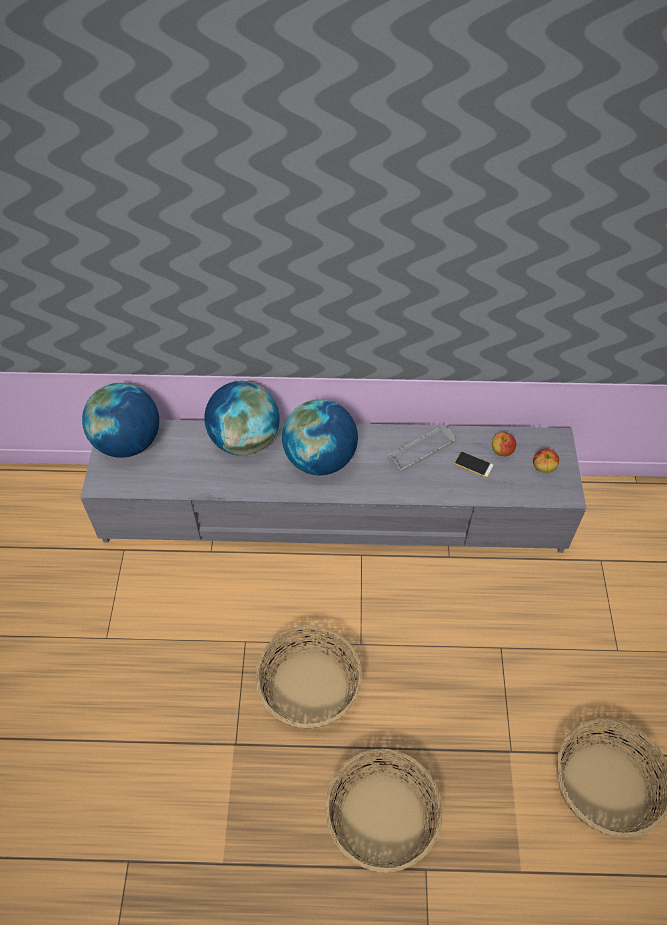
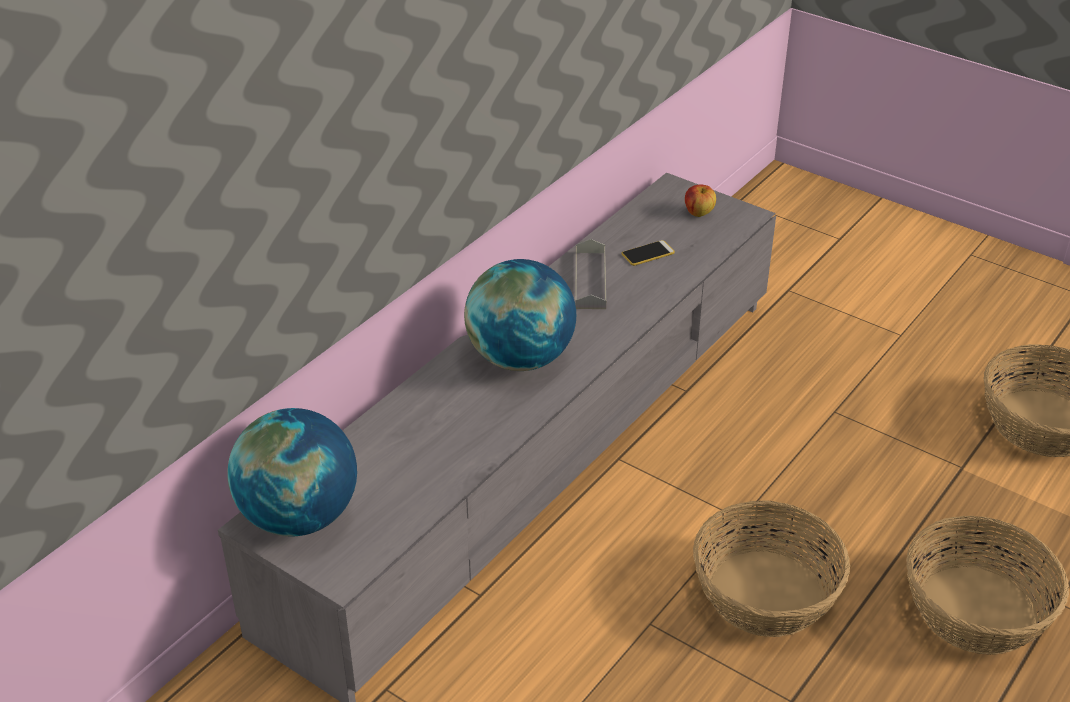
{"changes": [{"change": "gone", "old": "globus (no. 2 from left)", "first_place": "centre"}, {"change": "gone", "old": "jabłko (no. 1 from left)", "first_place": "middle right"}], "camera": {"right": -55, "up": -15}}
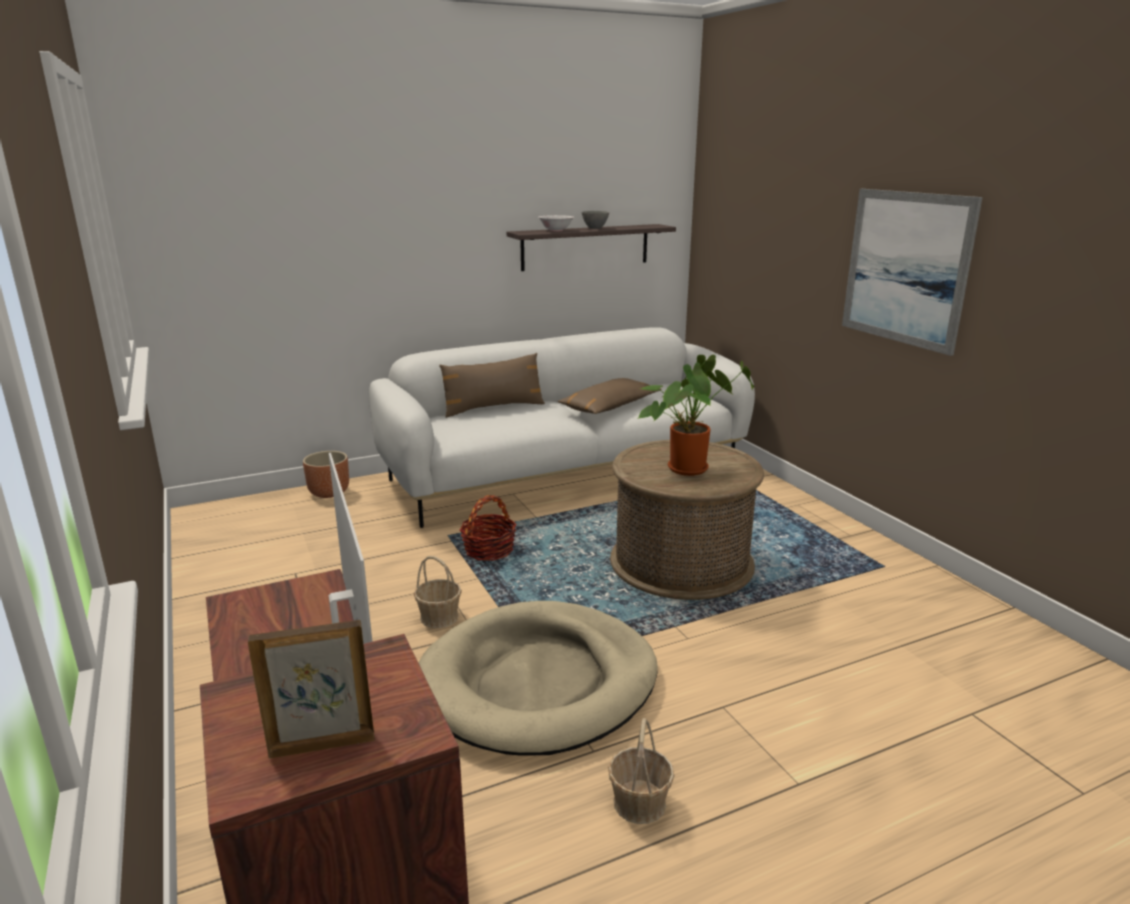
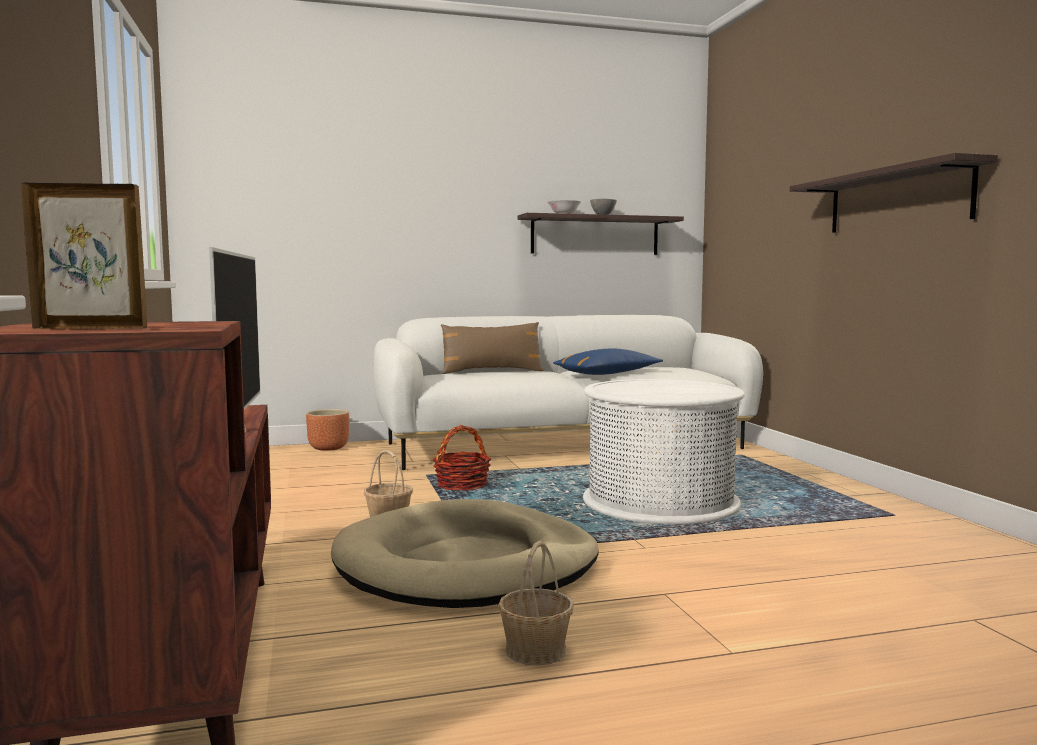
{"changes": [{"change": "repainted", "old": "poduszka [brązowy] (no. 2 from left)", "new": "poduszka [niebieski]", "first_place": "centre", "second_place": "centre"}, {"change": "repainted", "old": "ława [brązowy]", "new": "ława [biały]", "first_place": "centre", "second_place": "centre"}, {"change": "swapped", "old": "obraz", "new": "półka (no. 2 from left)", "first_place": "top right", "second_place": "top right"}, {"change": "gone", "old": "roślina doniczkowa", "first_place": "centre"}], "camera": {"right": 10, "up": -15}}
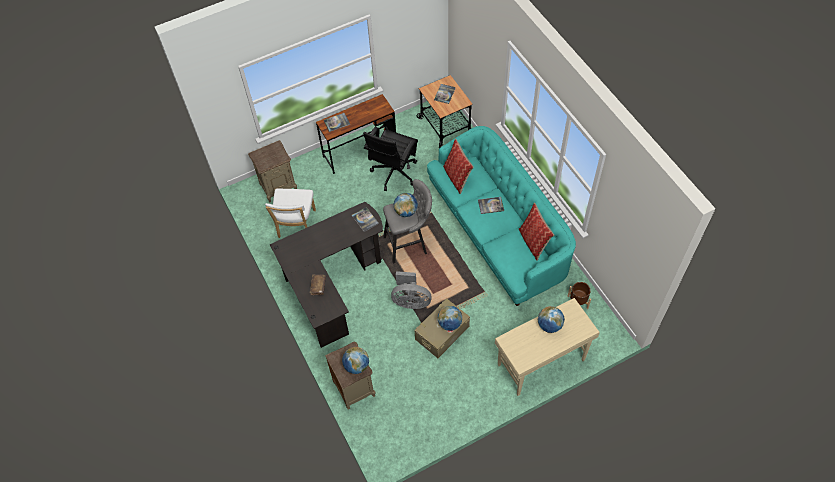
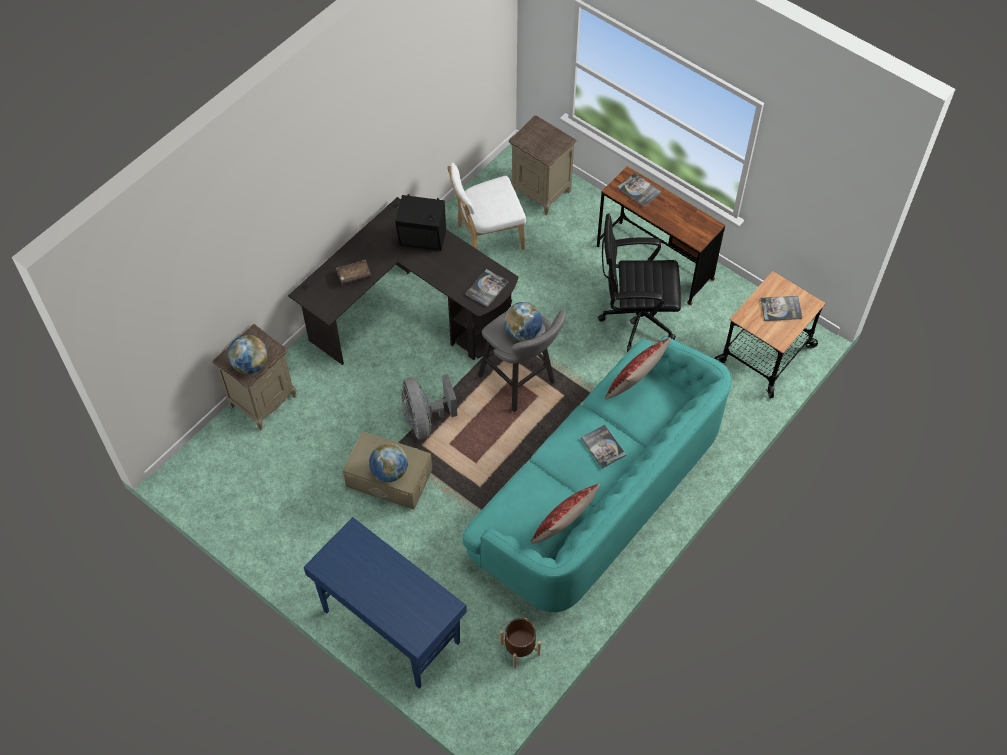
{"changes": [{"change": "repainted", "old": "stolik konsolowy [beżowy]", "new": "stolik konsolowy [niebieski]", "first_place": "bottom centre", "second_place": "bottom centre"}, {"change": "new", "new": "głośnik [czarny]", "second_place": "top centre"}, {"change": "gone", "old": "globus (no. 4 from left)", "first_place": "centre"}], "camera": {"right": 65, "up": 0}}
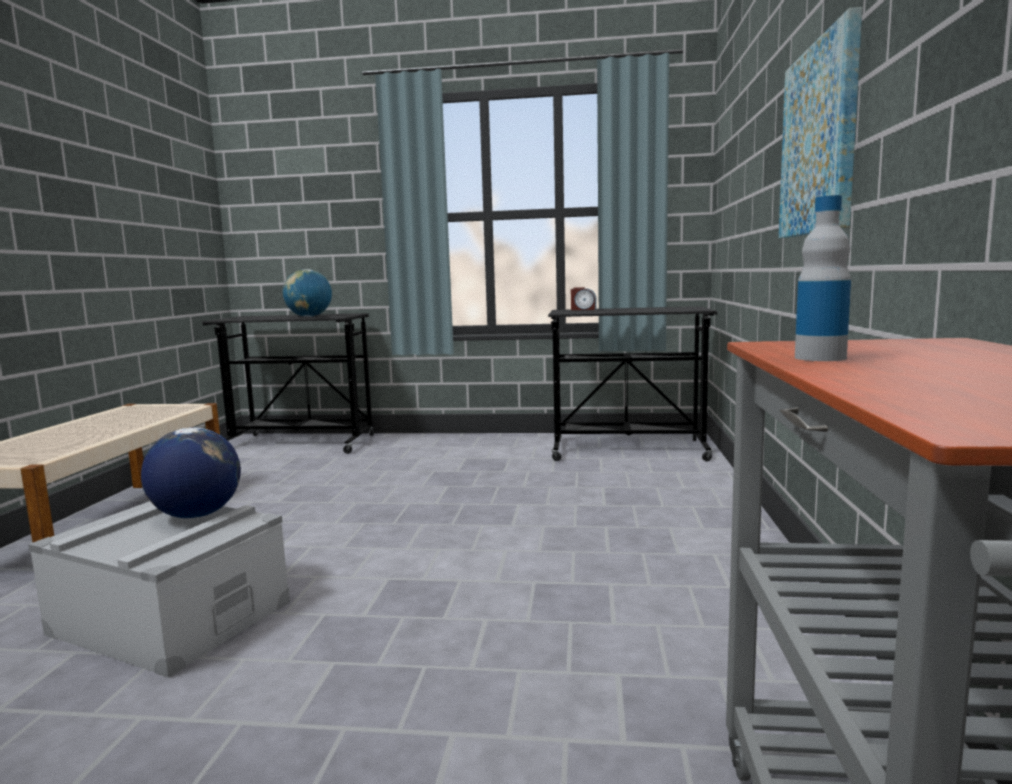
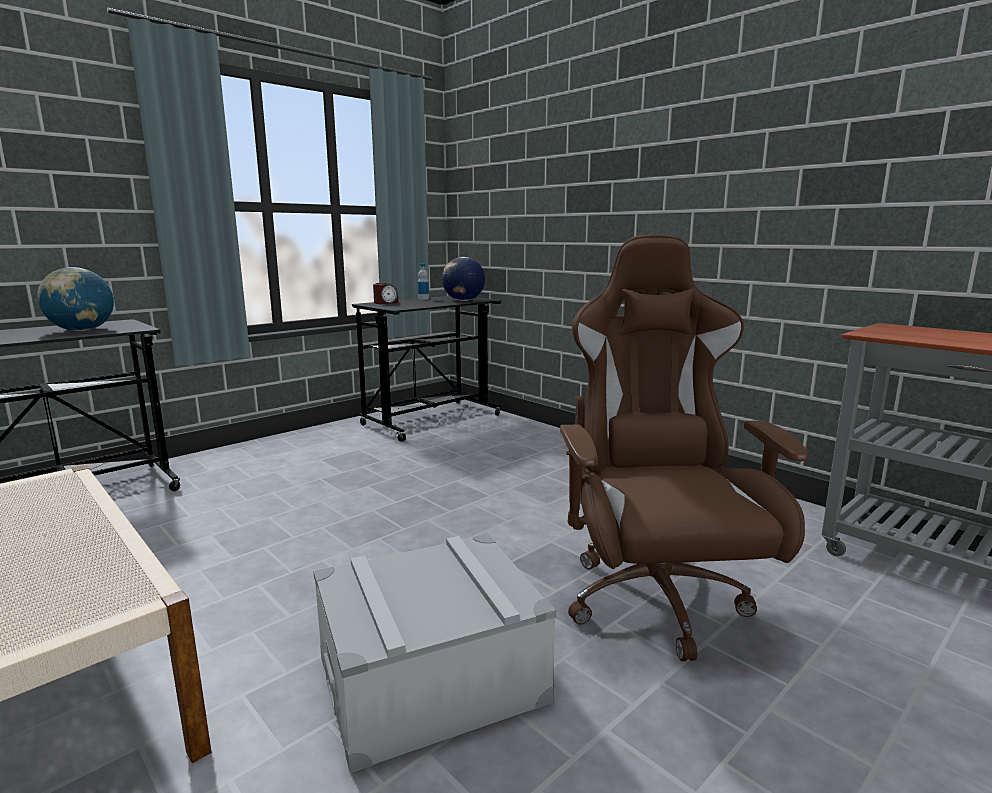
{"changes": [{"change": "shifted", "old": "butelka", "first_place": "middle right", "second_place": "centre"}, {"change": "shifted", "old": "globus (no. 1 from left in the first image)", "new": "globus (no. 2 from left)", "first_place": "middle left", "second_place": "centre"}, {"change": "new", "new": "krzesło biurowe [brązowy]", "second_place": "middle right"}, {"change": "gone", "old": "obraz", "first_place": "top right"}], "camera": {"right": -50, "up": 5}}
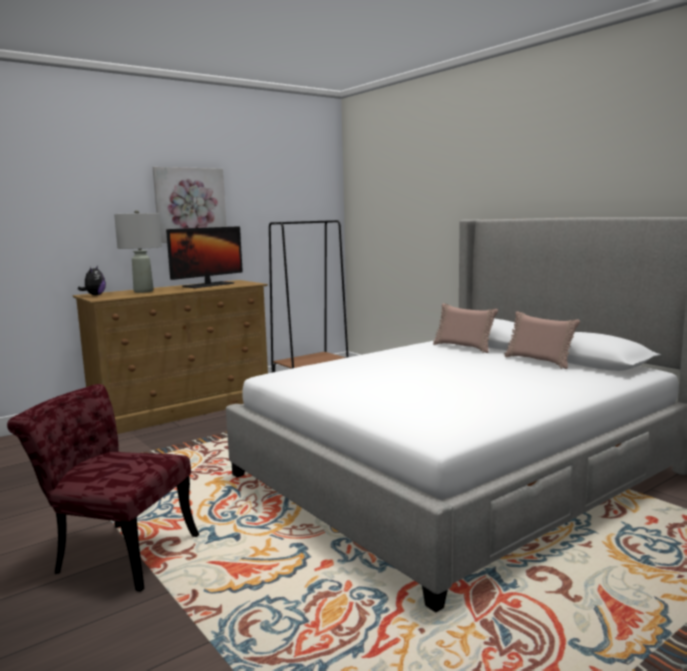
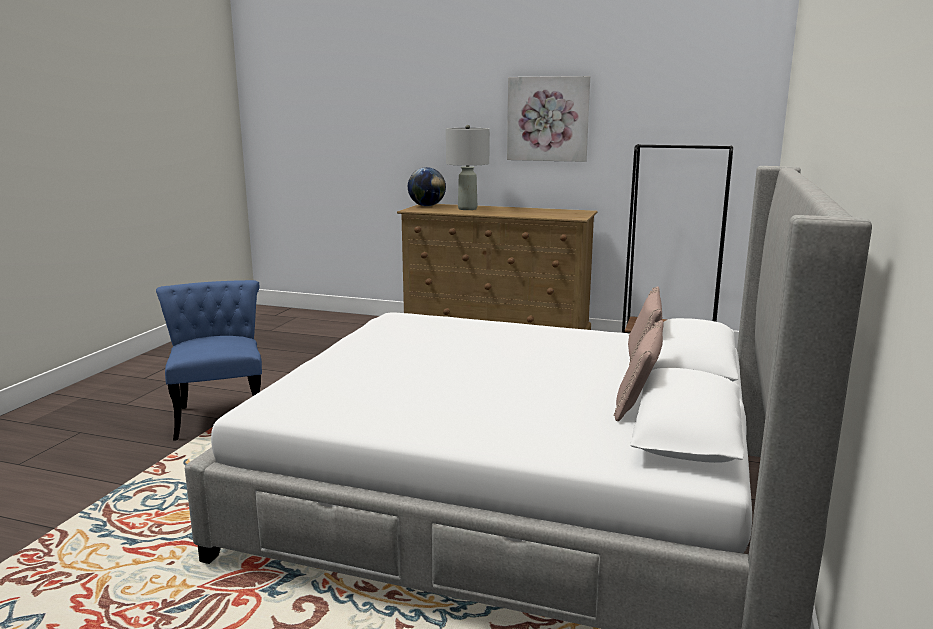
{"changes": [{"change": "repainted", "old": "krzesło [czerwony]", "new": "krzesło [niebieski]", "first_place": "bottom left", "second_place": "middle left"}, {"change": "swapped", "old": "pluszak", "new": "globus", "first_place": "middle left", "second_place": "top centre"}, {"change": "gone", "old": "monitor", "first_place": "middle left"}], "camera": {"right": 55, "up": 5}}
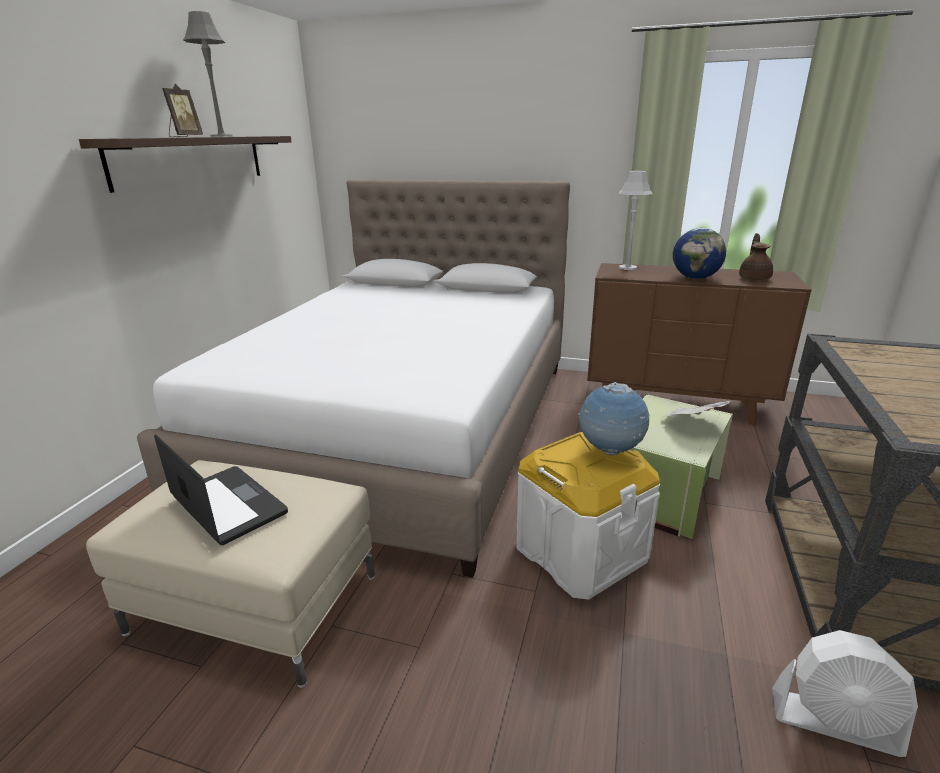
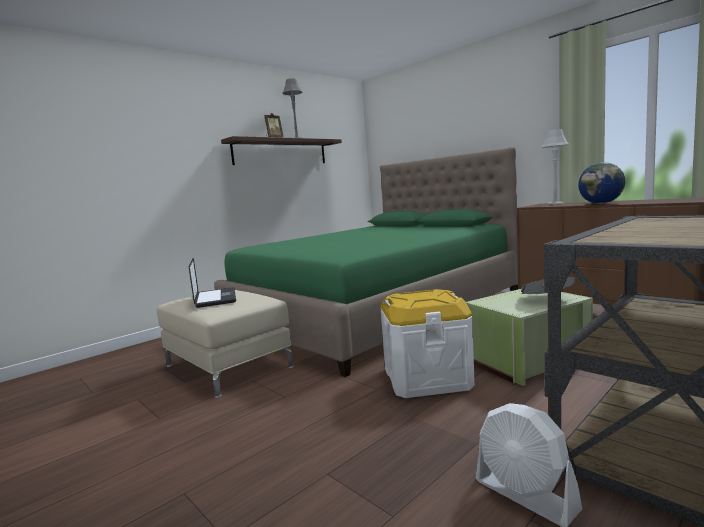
{"changes": [{"change": "repainted", "old": "łóżko [biały]", "new": "łóżko [zielony]", "first_place": "centre", "second_place": "centre"}, {"change": "gone", "old": "globus (no. 1 from left)", "first_place": "centre"}, {"change": "gone", "old": "imbryk [brązowy]", "first_place": "top right"}], "camera": {"right": 30, "up": -15}}
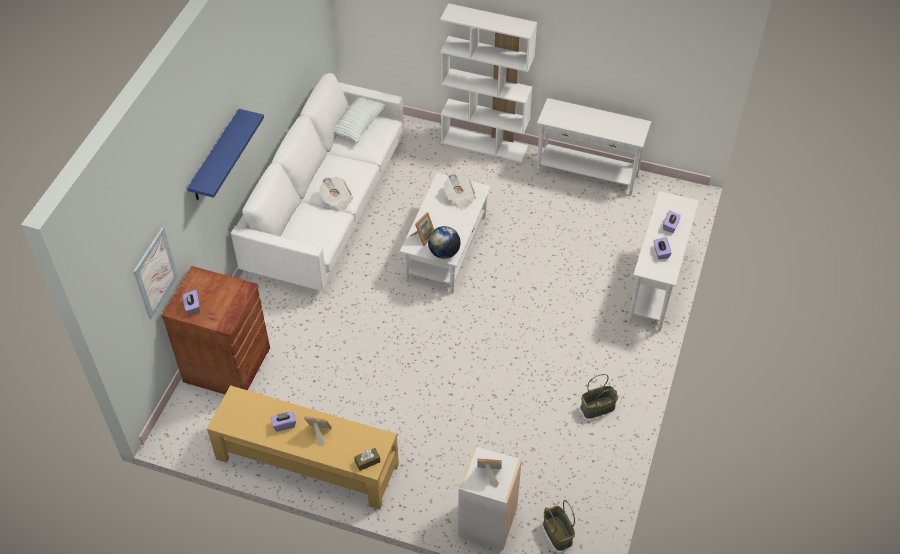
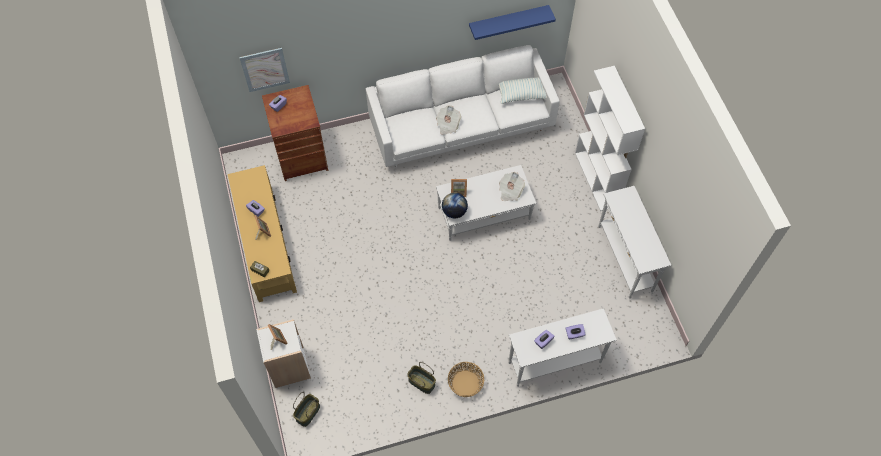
{"changes": [{"change": "new", "new": "koszyk (no. 3 from left)", "second_place": "bottom centre"}, {"change": "shifted", "old": "półka [niebieski]", "first_place": "top left", "second_place": "top centre"}], "camera": {"right": 55, "up": 10}}
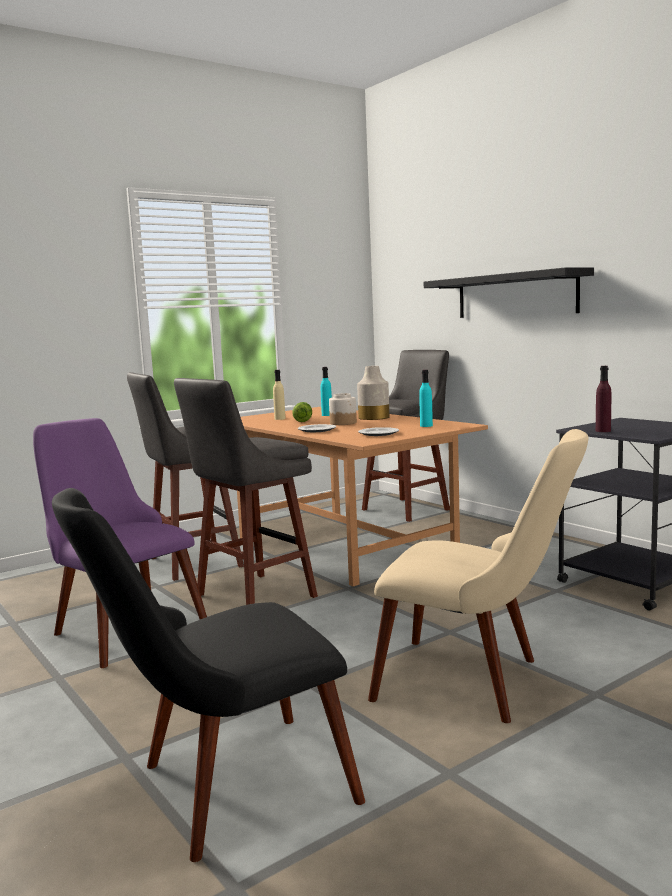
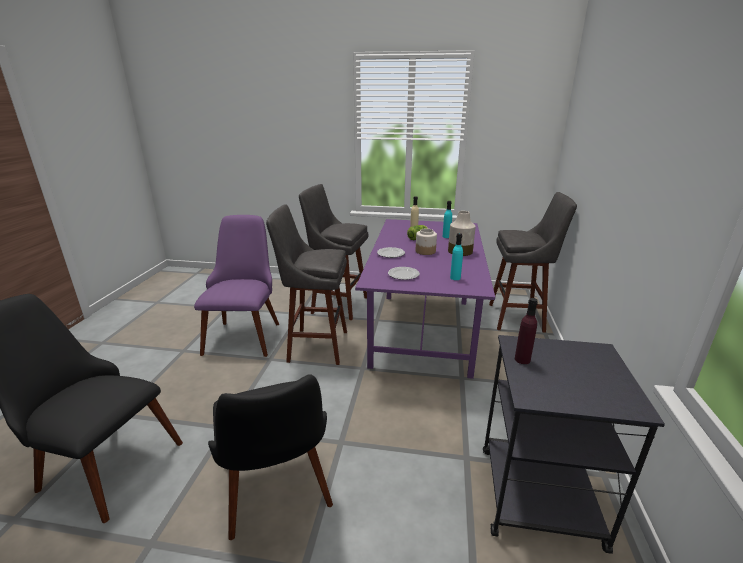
{"changes": [{"change": "repainted", "old": "krzesło [beżowy]", "new": "krzesło [czarny] (no. 2 from left)", "first_place": "middle right", "second_place": "bottom centre"}, {"change": "repainted", "old": "stół jadalny [brązowy]", "new": "stół jadalny [fioletowy]", "first_place": "centre", "second_place": "centre"}, {"change": "gone", "old": "półka [czarny]", "first_place": "top right"}], "camera": {"right": 45, "up": 15}}
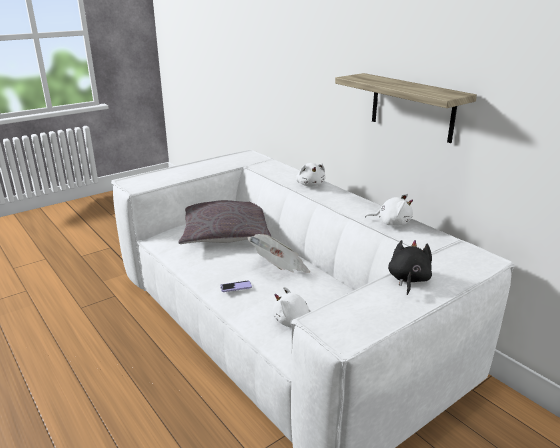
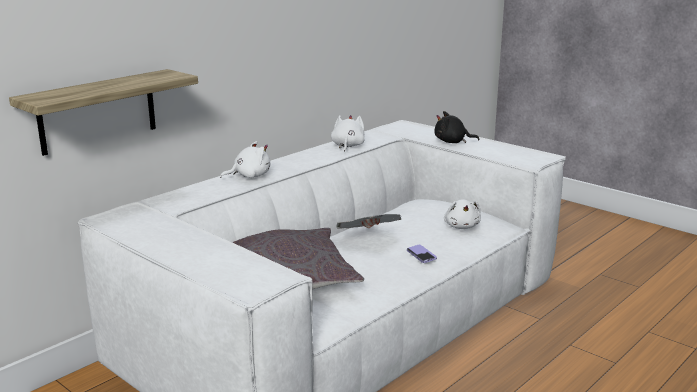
{"changes": [{"change": "shifted", "old": "półka", "first_place": "top right", "second_place": "top left"}], "camera": {"right": -100, "up": -5}}
